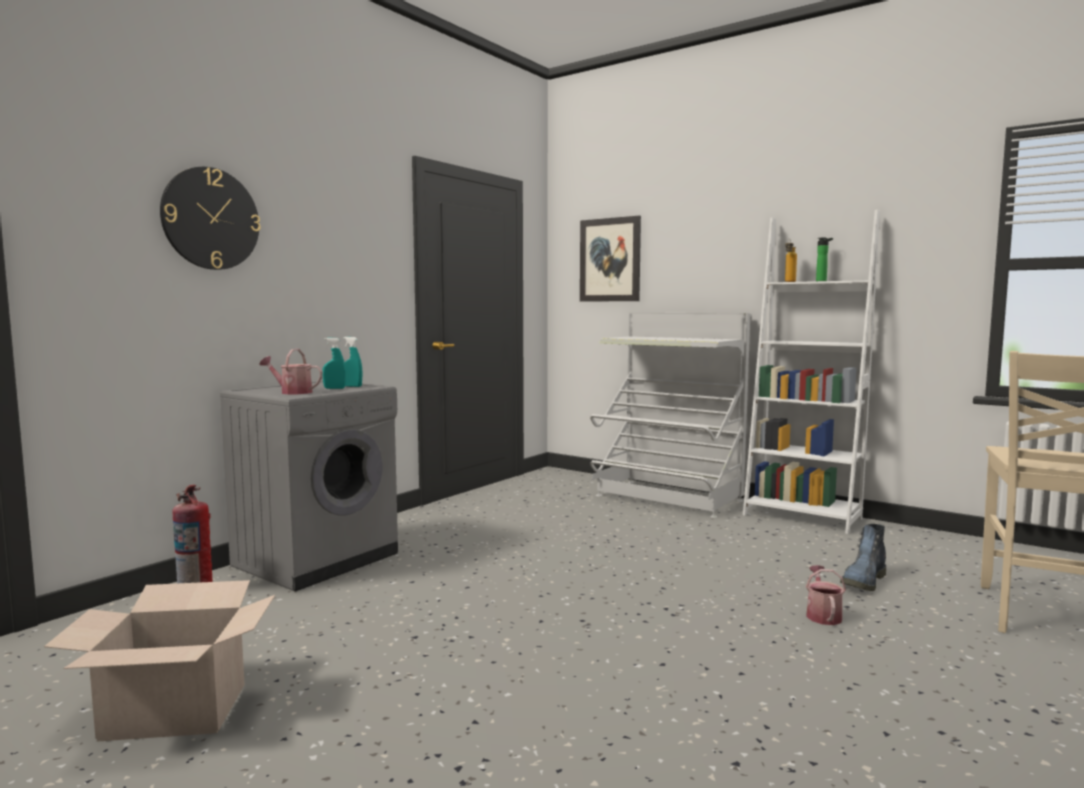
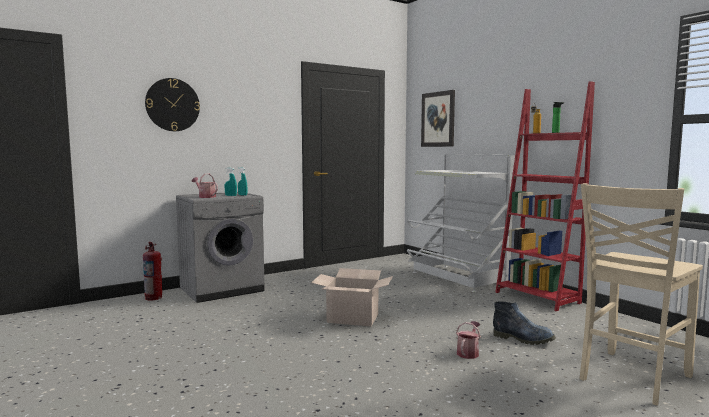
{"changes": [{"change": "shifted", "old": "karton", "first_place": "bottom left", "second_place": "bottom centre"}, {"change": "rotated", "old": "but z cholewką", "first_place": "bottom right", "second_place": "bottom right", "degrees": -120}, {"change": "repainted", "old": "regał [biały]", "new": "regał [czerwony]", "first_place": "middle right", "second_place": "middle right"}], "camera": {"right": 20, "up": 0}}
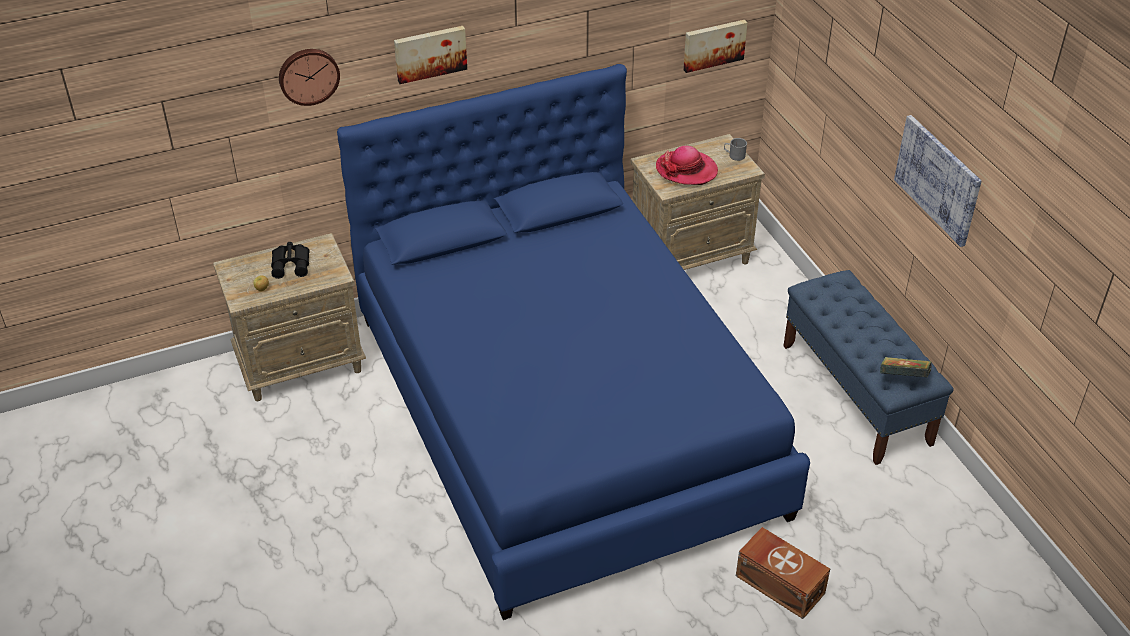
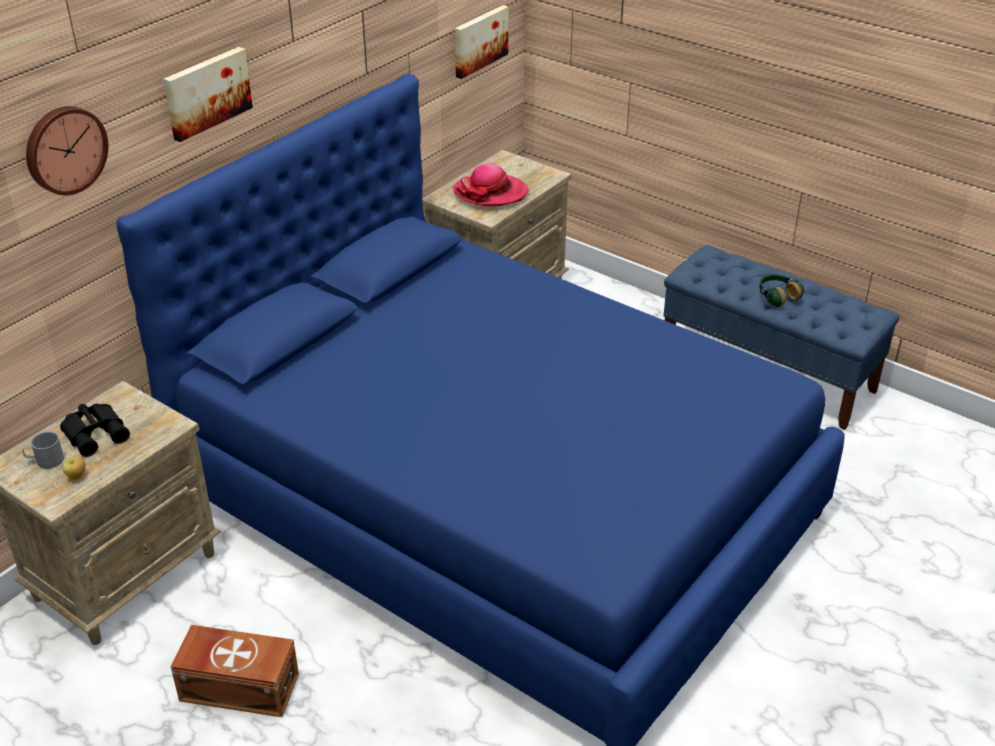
{"changes": [{"change": "shifted", "old": "kubek [szary]", "first_place": "top centre", "second_place": "middle left"}, {"change": "shifted", "old": "pojemnik do przechowywania [brązowy]", "first_place": "bottom right", "second_place": "bottom left"}, {"change": "new", "new": "słuchawki", "second_place": "middle right"}, {"change": "gone", "old": "książka", "first_place": "middle right"}, {"change": "gone", "old": "obraz (no. 3 from left)", "first_place": "top right"}], "camera": {"right": -30, "up": -5}}
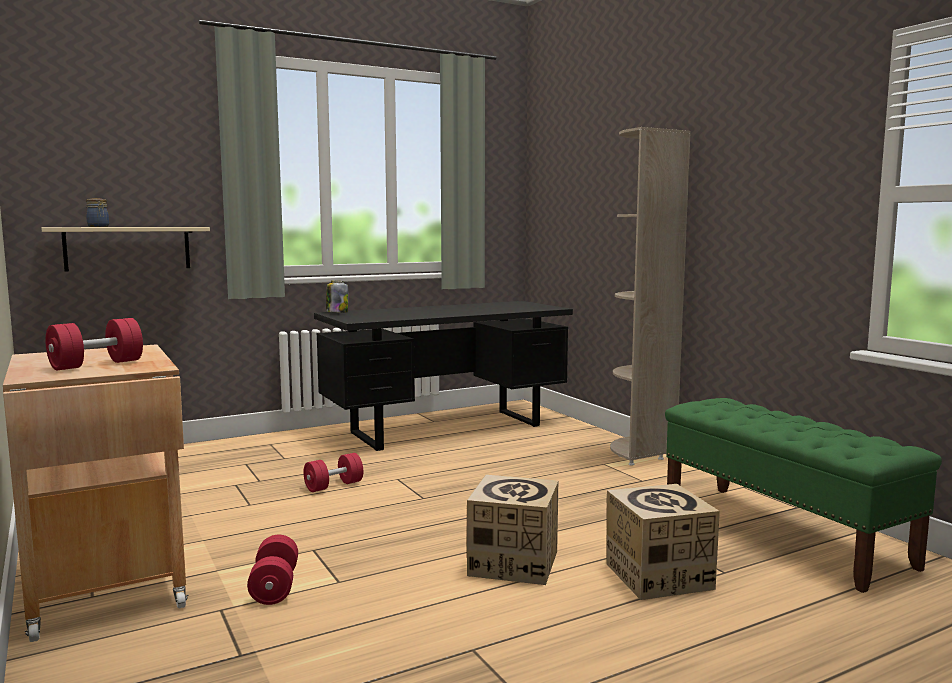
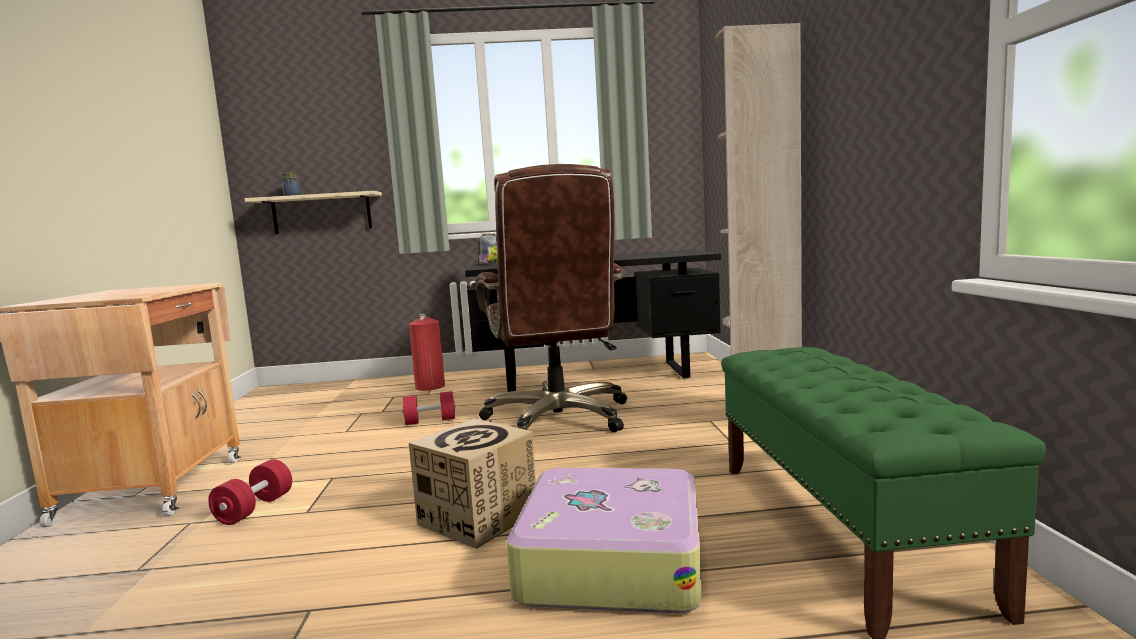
{"changes": [{"change": "new", "new": "gaśnica", "second_place": "centre"}, {"change": "new", "new": "krzesło biurowe [brązowy]", "second_place": "centre"}, {"change": "swapped", "old": "karton (no. 2 from left)", "new": "walizka", "first_place": "bottom right", "second_place": "bottom centre"}, {"change": "gone", "old": "hantel [czerwony] (no. 1 from left)", "first_place": "middle left"}], "camera": {"right": 25, "up": 0}}
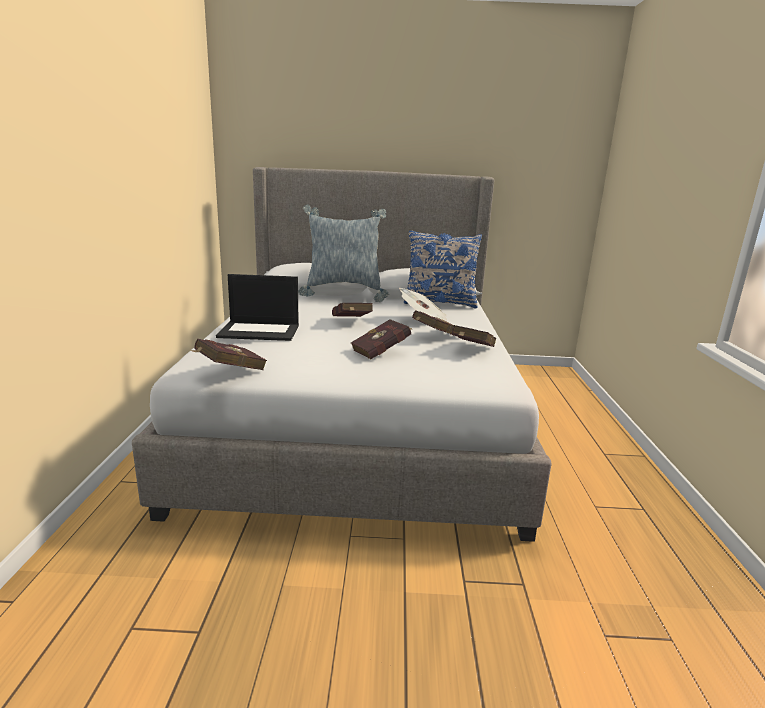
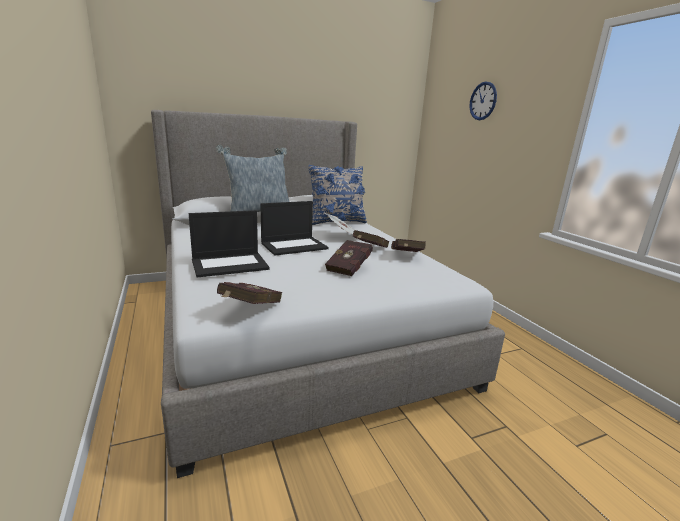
{"changes": [{"change": "swapped", "old": "książka [czerwony] (no. 2 from left)", "new": "laptop (no. 2 from left)", "first_place": "centre", "second_place": "centre"}, {"change": "new", "new": "zegar ścienny", "second_place": "top right"}], "camera": {"right": -25, "up": 0}}
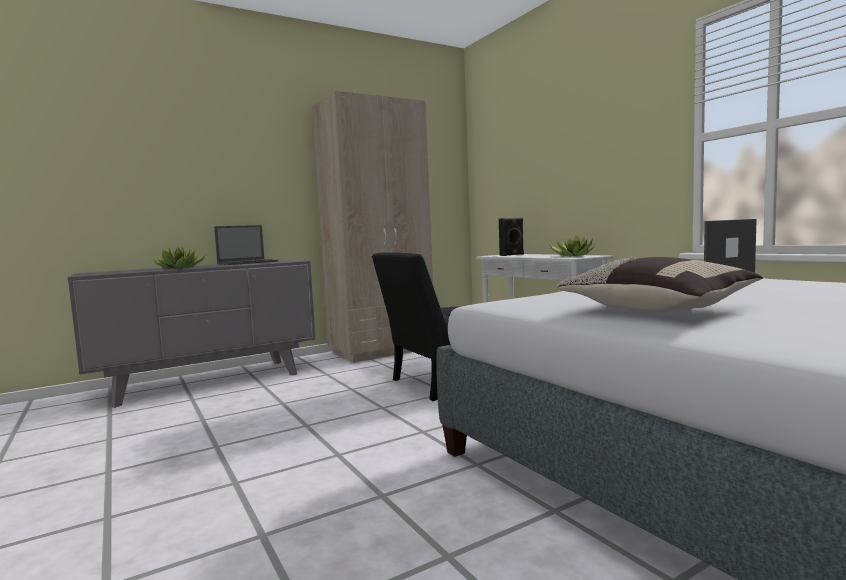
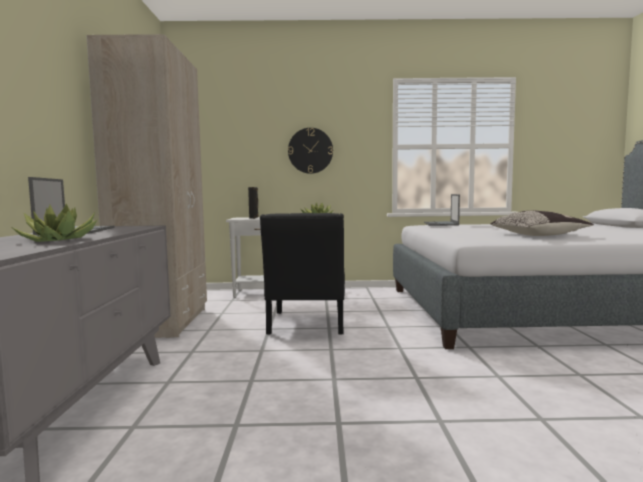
{"changes": [{"change": "new", "new": "zegar ścienny", "second_place": "top centre"}], "camera": {"right": -60, "up": 0}}
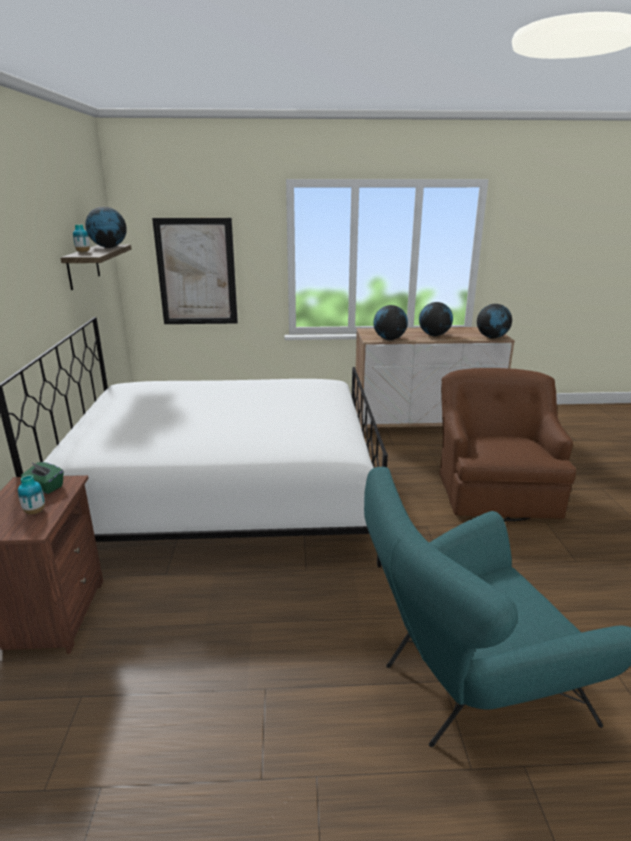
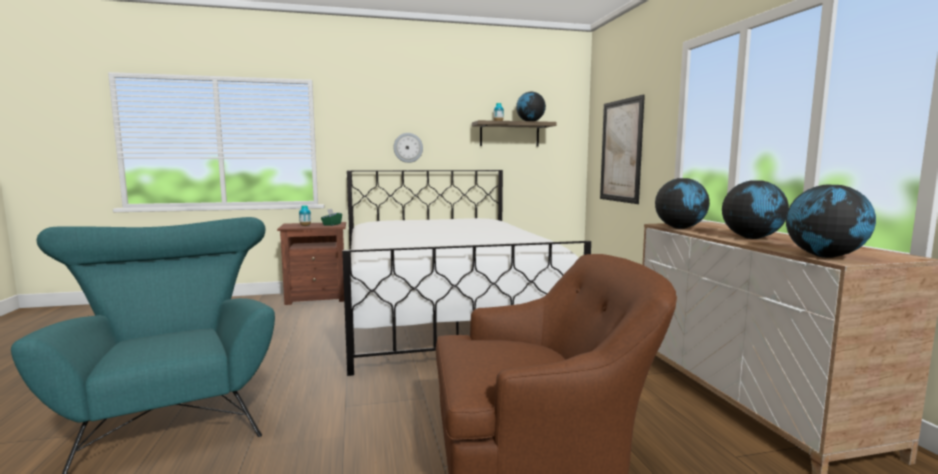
{"changes": [{"change": "new", "new": "zegar ścienny", "second_place": "top centre"}], "camera": {"right": 80, "up": -15}}
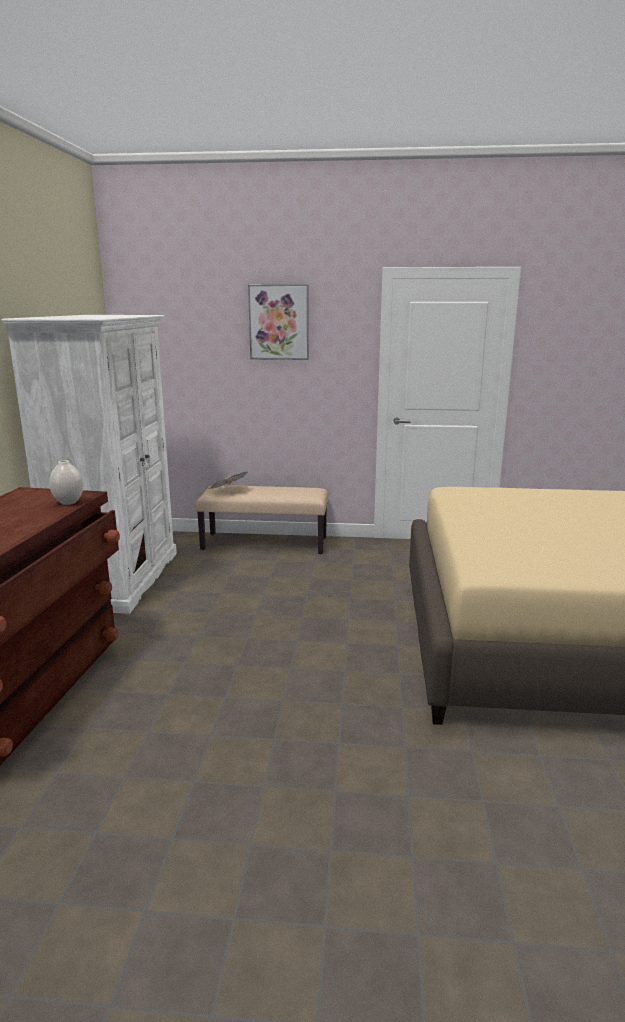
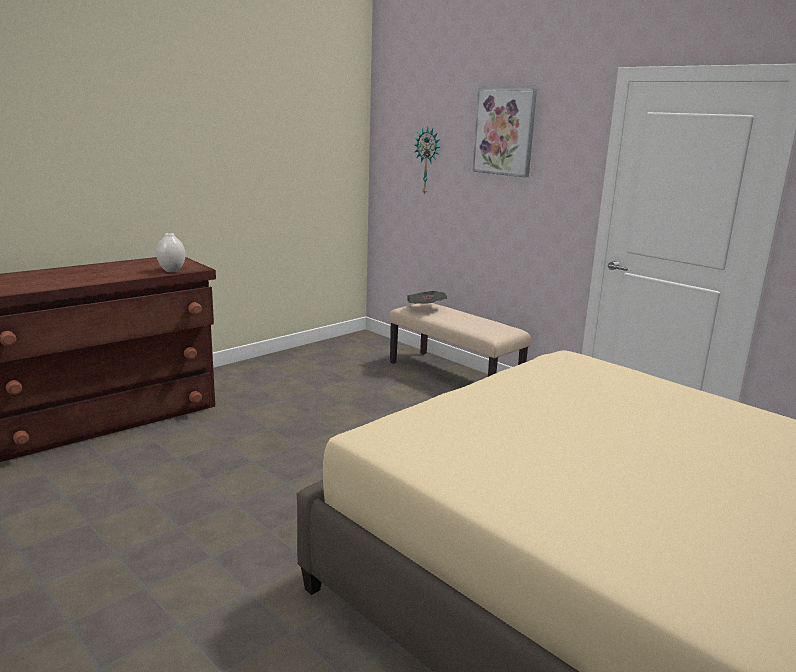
{"changes": [{"change": "new", "new": "zegar ścienny", "second_place": "top centre"}, {"change": "gone", "old": "szafa [biały]", "first_place": "middle left"}], "camera": {"right": 40, "up": 0}}
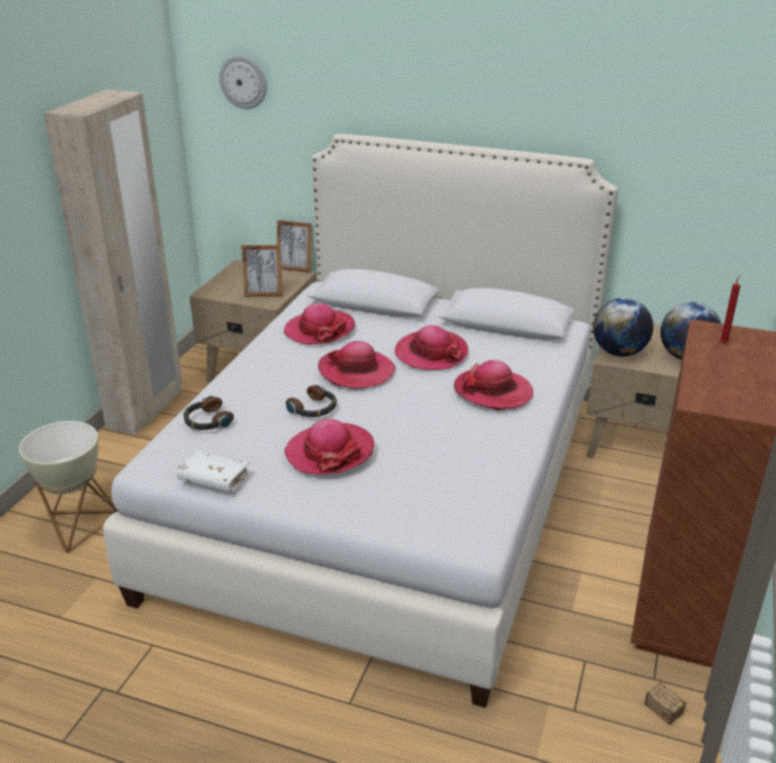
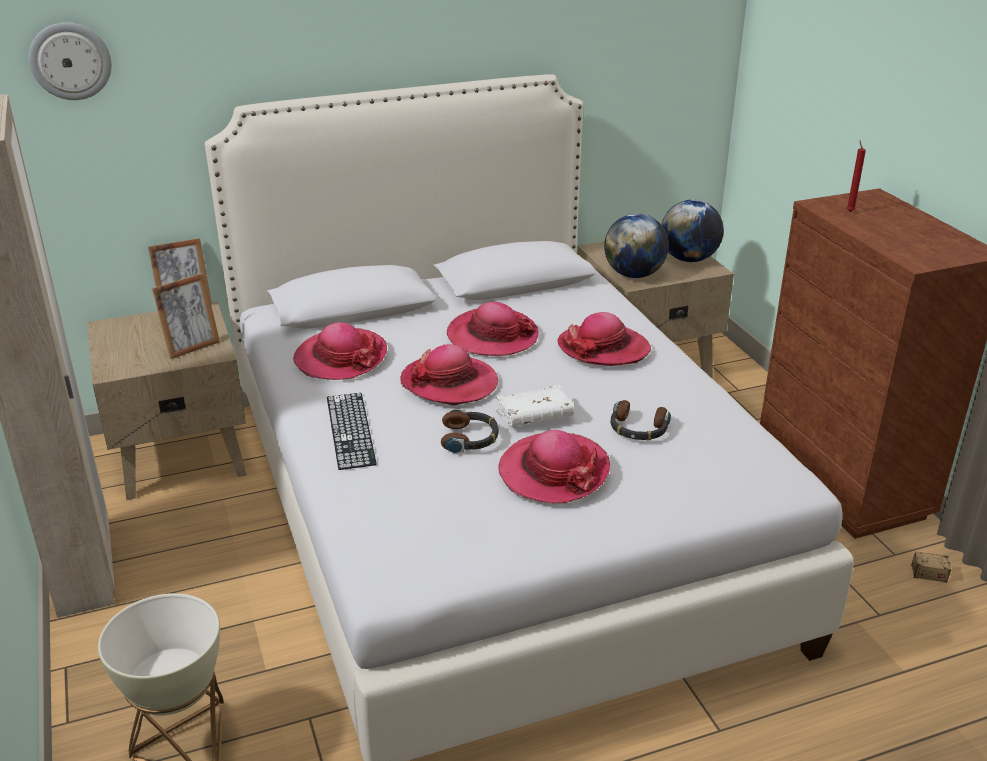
{"changes": [{"change": "new", "new": "klawiatura", "second_place": "centre"}, {"change": "shifted", "old": "książka [biały]", "first_place": "middle left", "second_place": "centre"}, {"change": "shifted", "old": "słuchawki (no. 1 from left in the first image)", "new": "słuchawki (no. 2 from left)", "first_place": "middle left", "second_place": "centre"}], "camera": {"right": -40, "up": 0}}
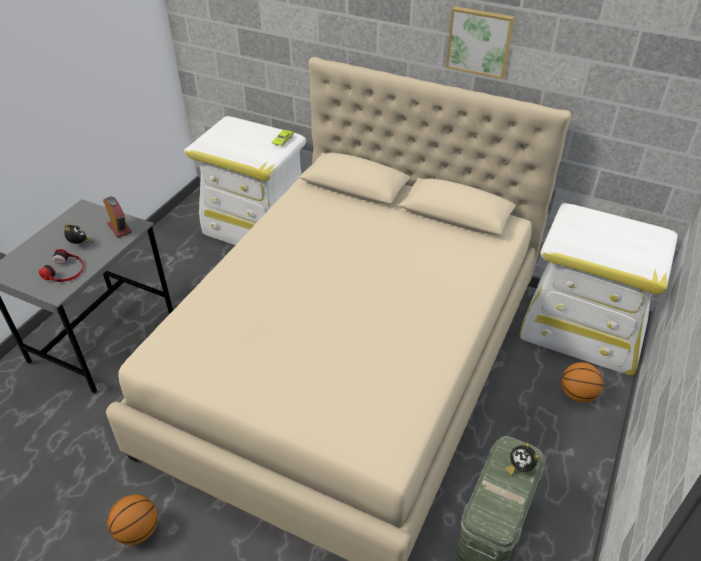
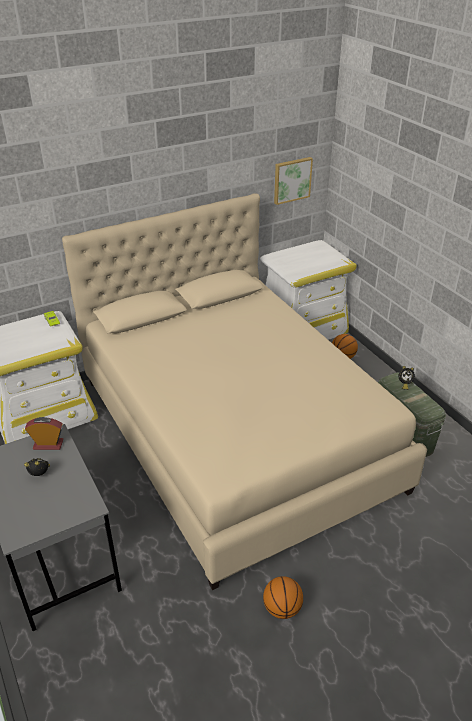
{"changes": [{"change": "shifted", "old": "obraz", "first_place": "top right", "second_place": "top centre"}, {"change": "gone", "old": "słuchawki", "first_place": "middle left"}], "camera": {"right": -55, "up": -5}}
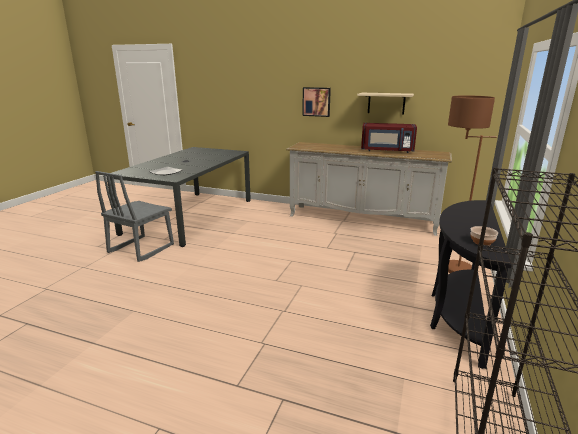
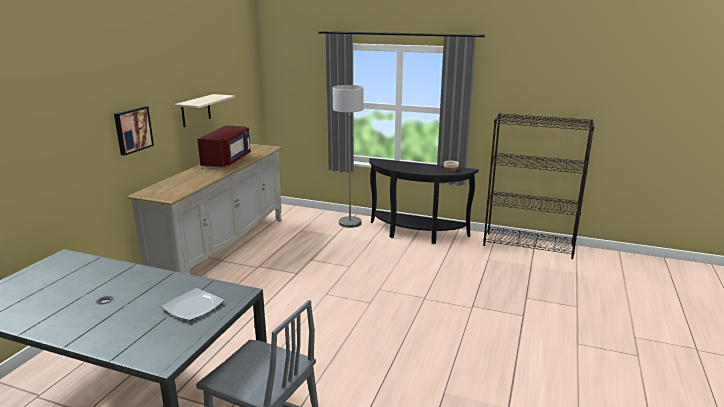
{"changes": [{"change": "repainted", "old": "lampa stojąca [brązowy]", "new": "lampa stojąca [szary]", "first_place": "middle right", "second_place": "centre"}], "camera": {"right": -90, "up": 0}}
